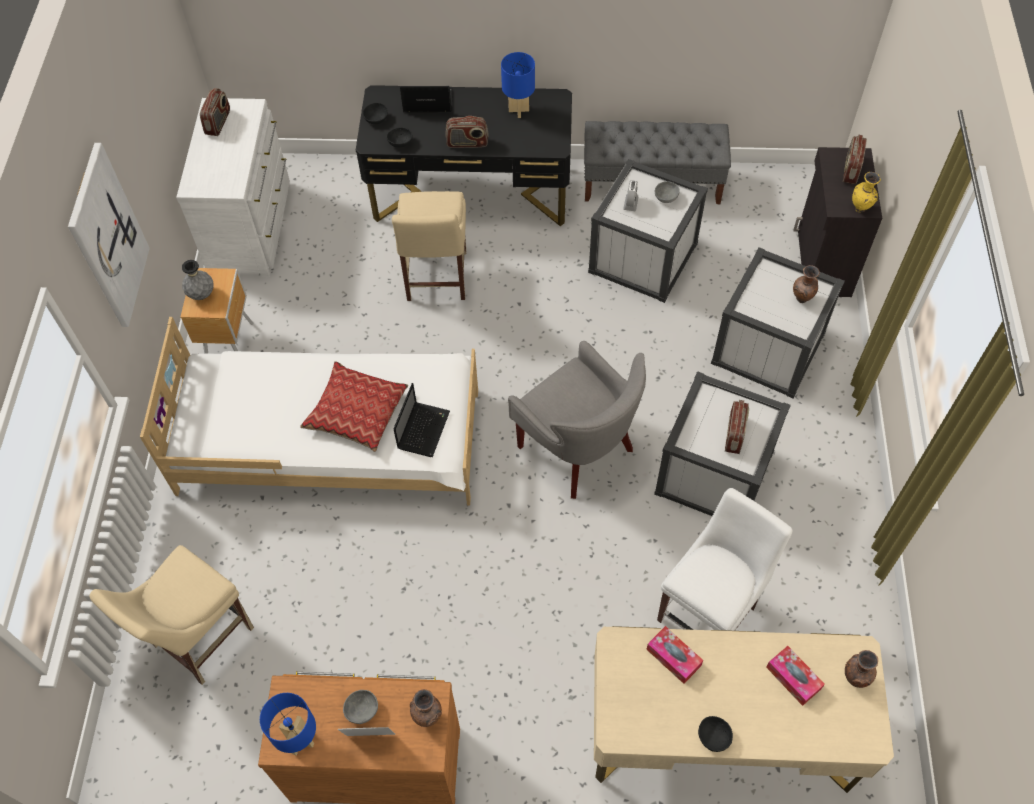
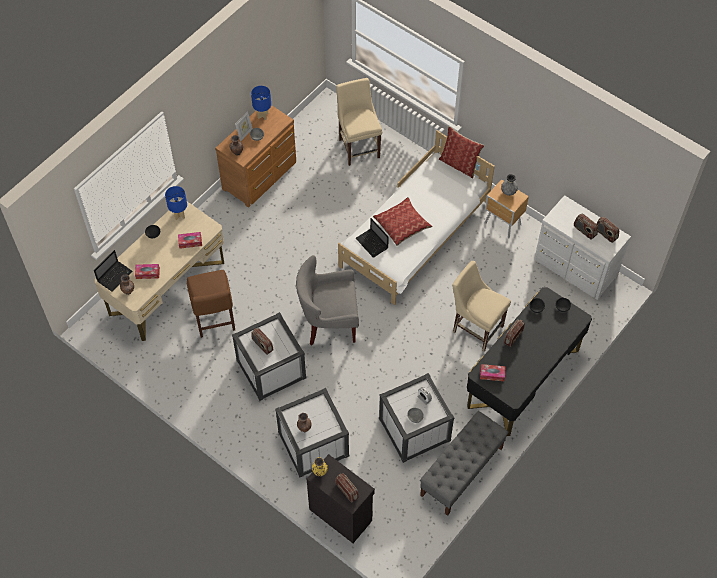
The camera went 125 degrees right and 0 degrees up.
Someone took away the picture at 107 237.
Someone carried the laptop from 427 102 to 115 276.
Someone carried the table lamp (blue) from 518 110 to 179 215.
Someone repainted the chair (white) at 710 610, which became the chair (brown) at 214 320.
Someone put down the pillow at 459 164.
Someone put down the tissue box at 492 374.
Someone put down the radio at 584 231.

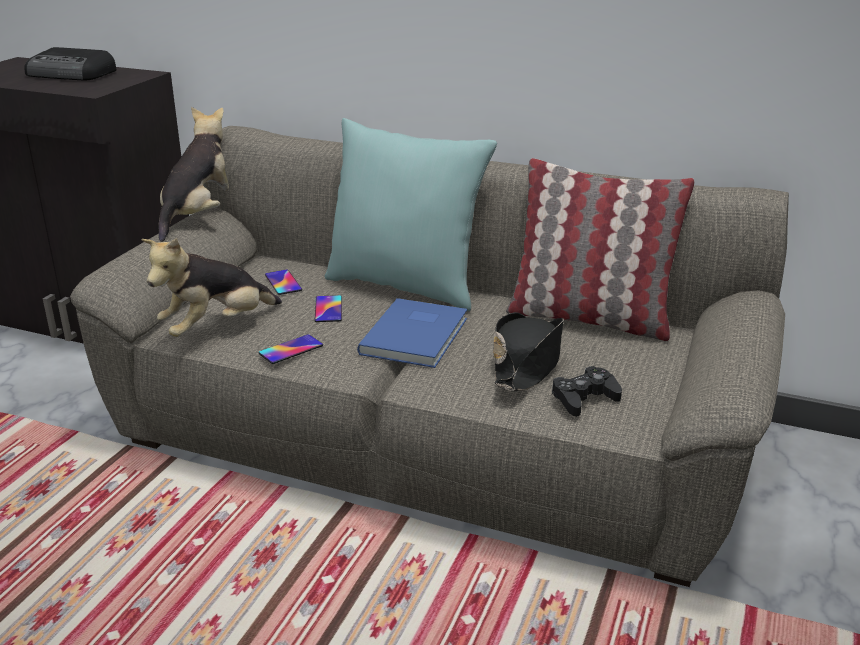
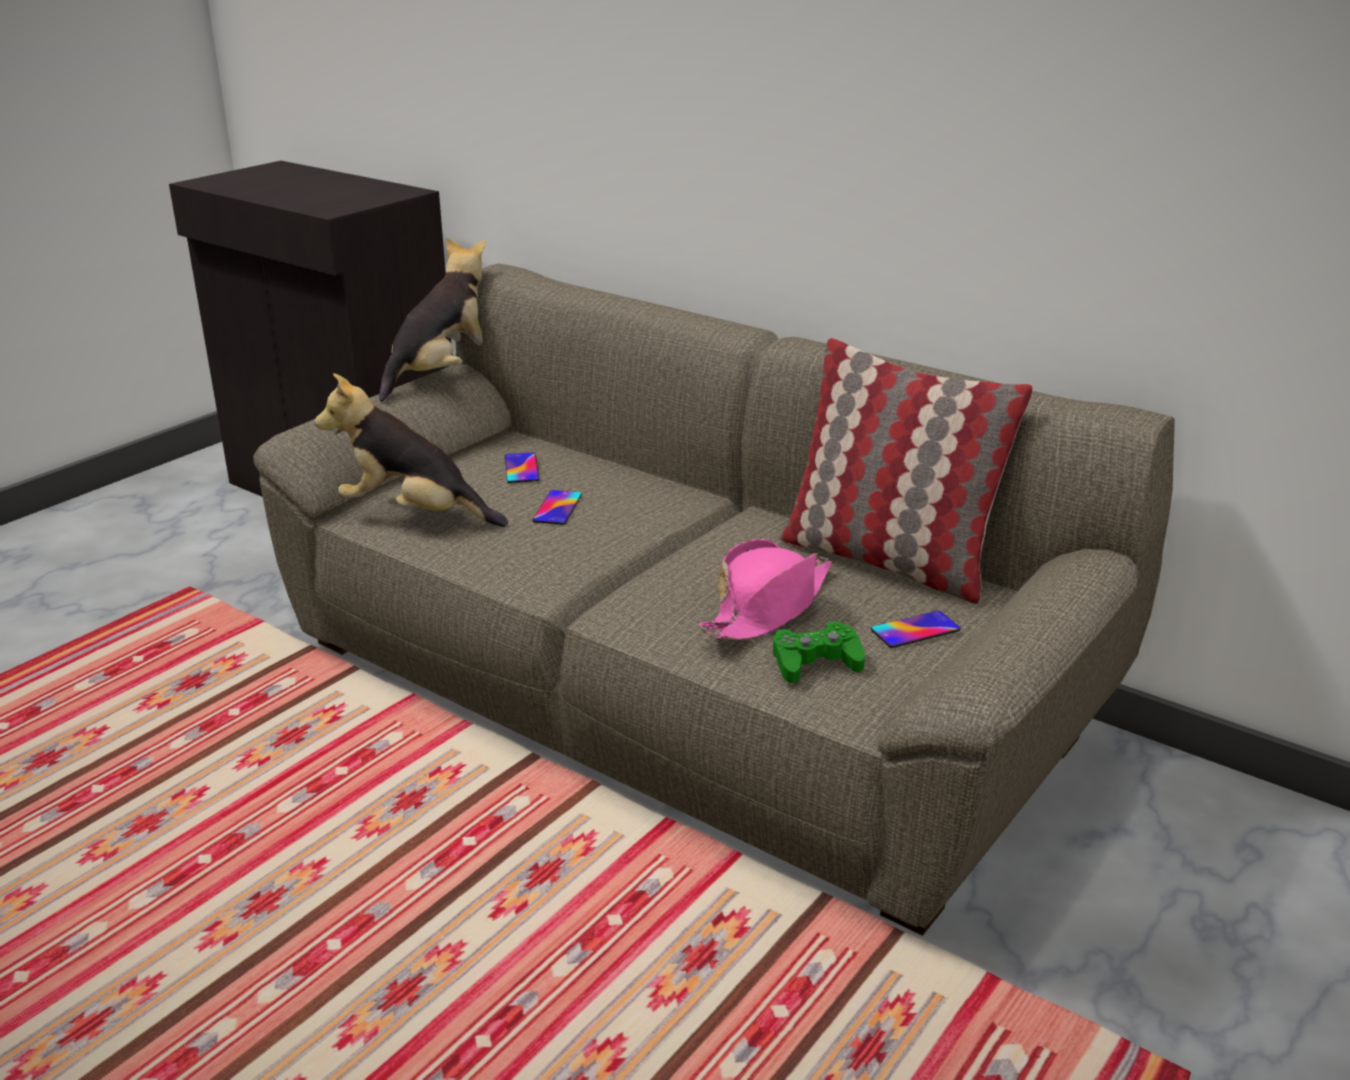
The camera went 15 degrees right and 0 degrees up.
Someone took away the radio at 72 74.
Someone rotated the plush toy at 216 327 by 45 degrees clockwise.
Someone carried the phone from 291 349 to 915 630.
Someone took away the pillow (turquoise) at 406 286.
Someone took away the book (blue) at 418 335.
Someone repainted the hat (black) at 527 363, which became the hat (pink) at 768 607.
Someone repainted the game controller (black) at 584 398, which became the game controller (green) at 815 662.

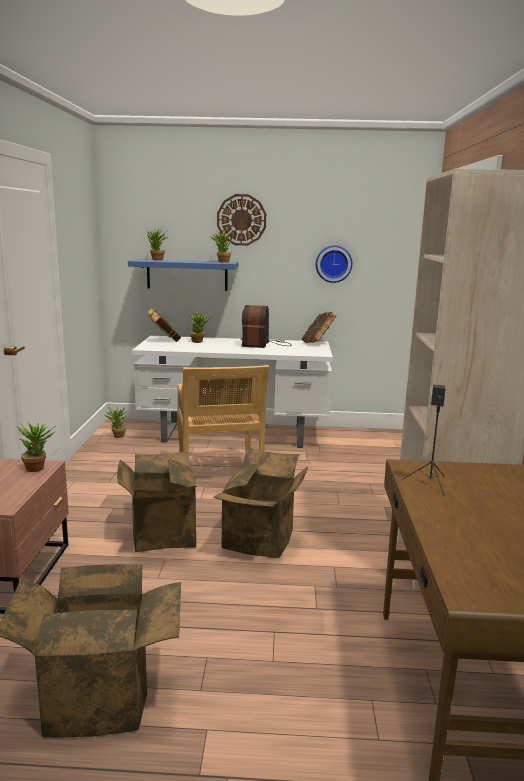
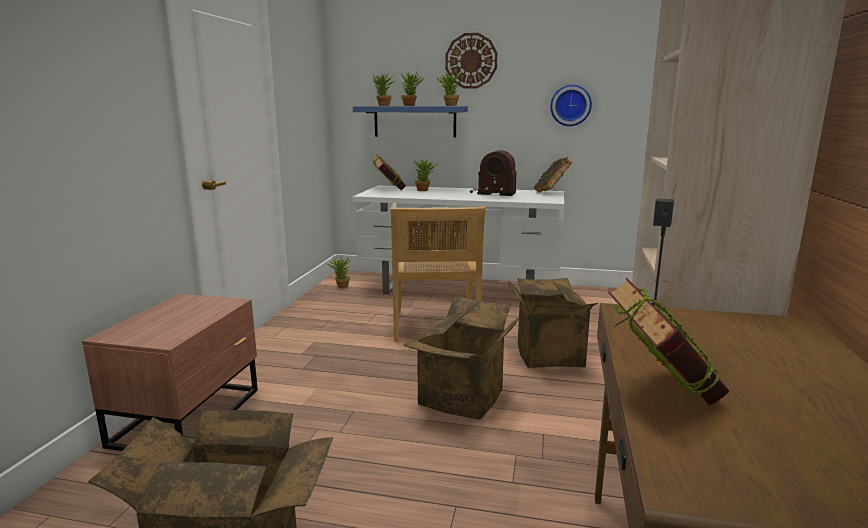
The camera went 10 degrees right and 0 degrees up.
Someone carried the potted plant from 38 468 to 411 105.
Someone carried the cardboard box from 160 534 to 546 354.
Someone rotated the radio at 264 344 by 90 degrees counterclockwise.
Someone put down the book at 660 395.

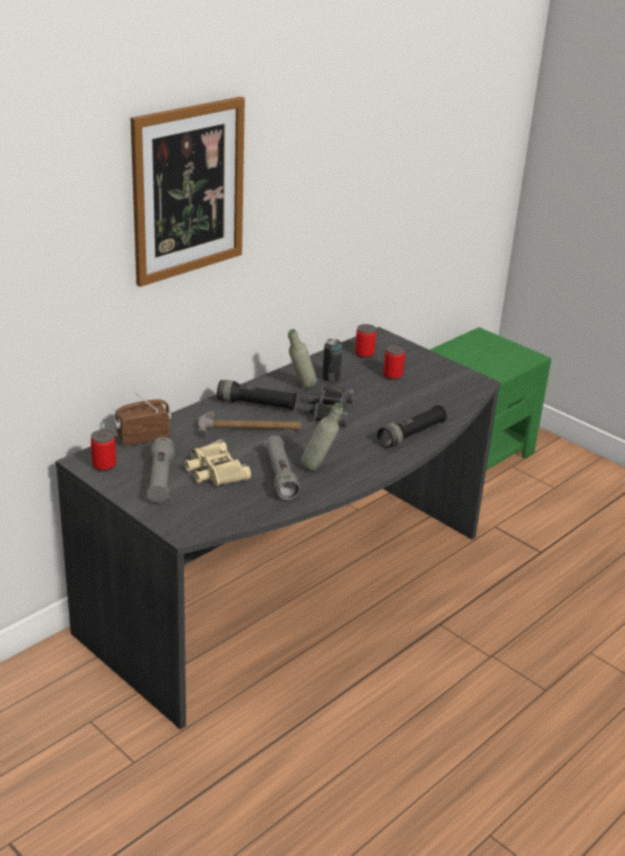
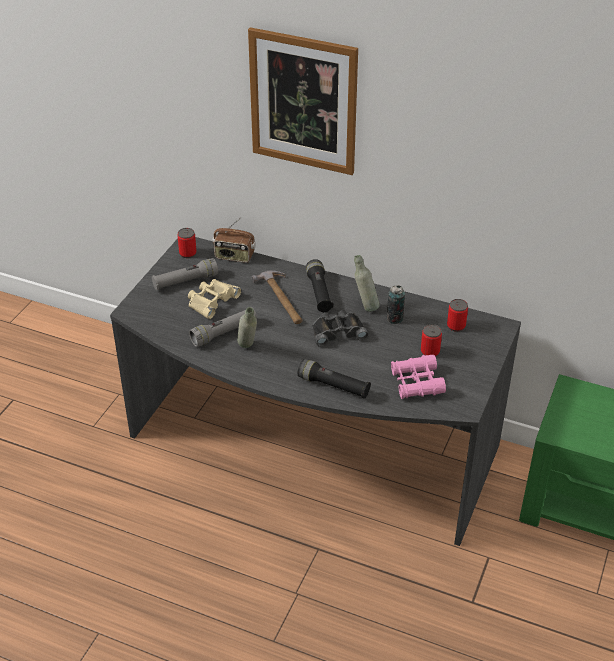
The camera went 70 degrees right and 10 degrees up.
Someone rotated the radio at 142 437 by 150 degrees clockwise.
Someone put down the binoculars (pink) at 416 383.

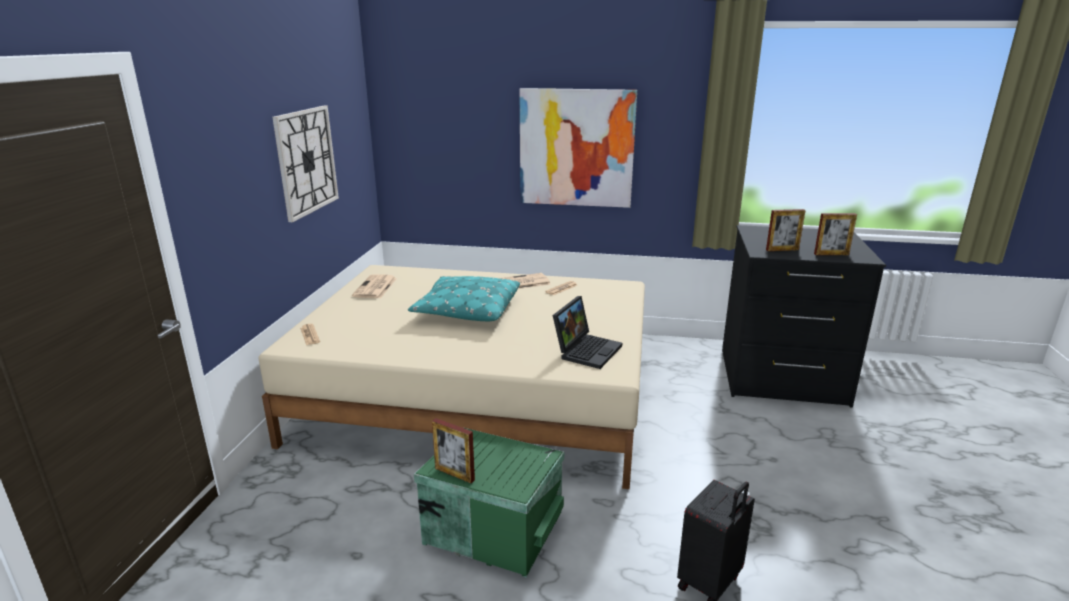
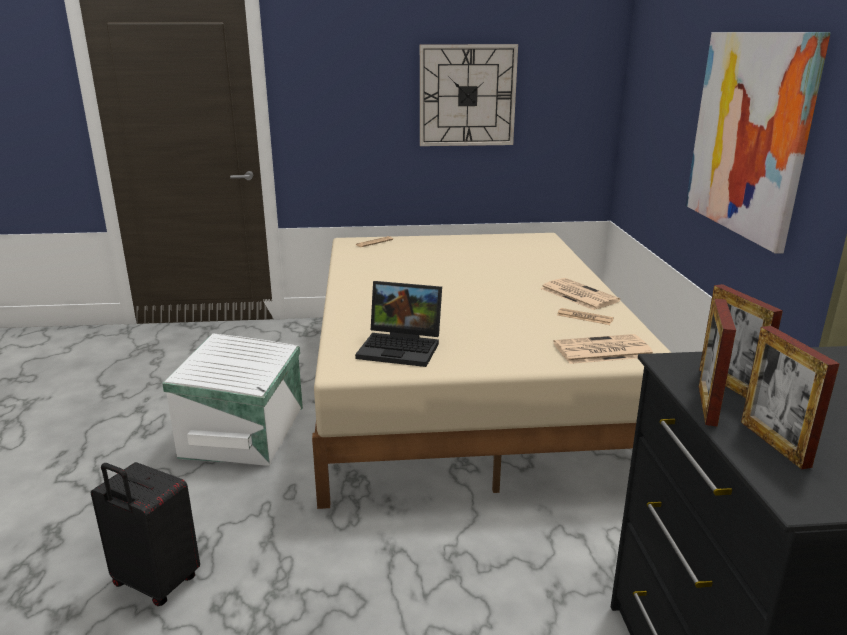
The camera went 75 degrees right and 0 degrees up.
Someone carried the newspaper from 375 288 to 601 350.
Someone took away the pillow (turquoise) at 467 310.
Someone repainted the storage box (green) at 493 526, which became the storage box (white) at 246 431.
Someone carried the picture frame from 454 474 to 707 405.

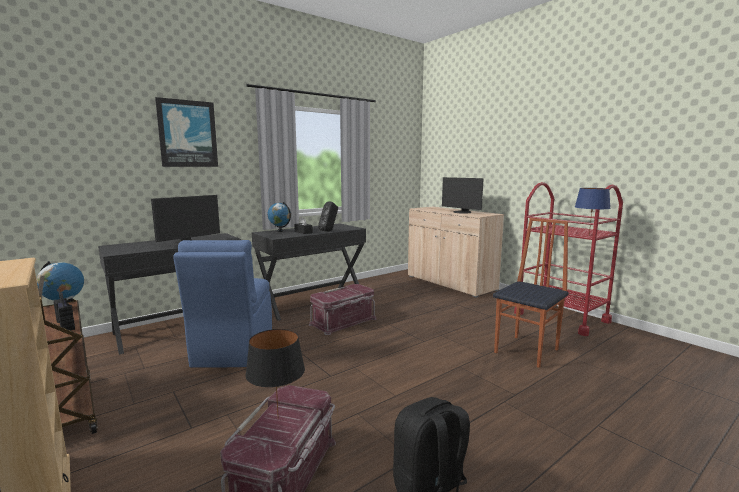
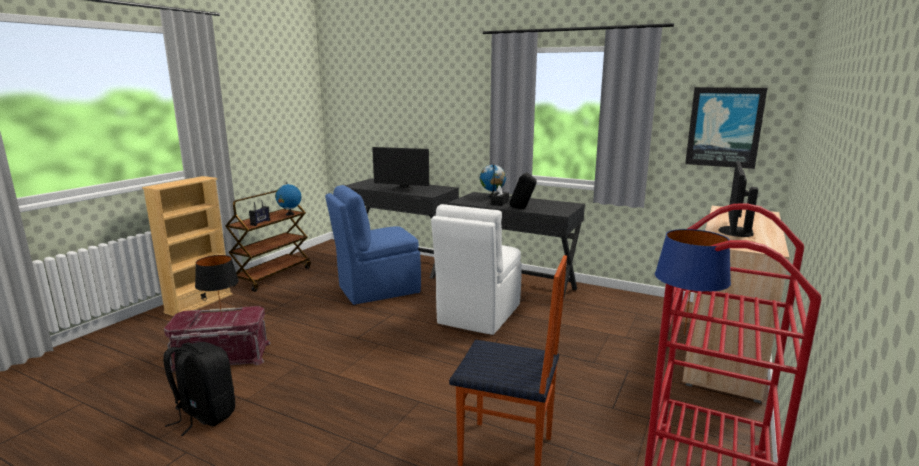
The camera went 65 degrees right and 5 degrees up.
Someone carried the picture from 187 134 to 724 127.
Someone swapped the storage box (red) at 343 322 for the chair (white) at 478 315.

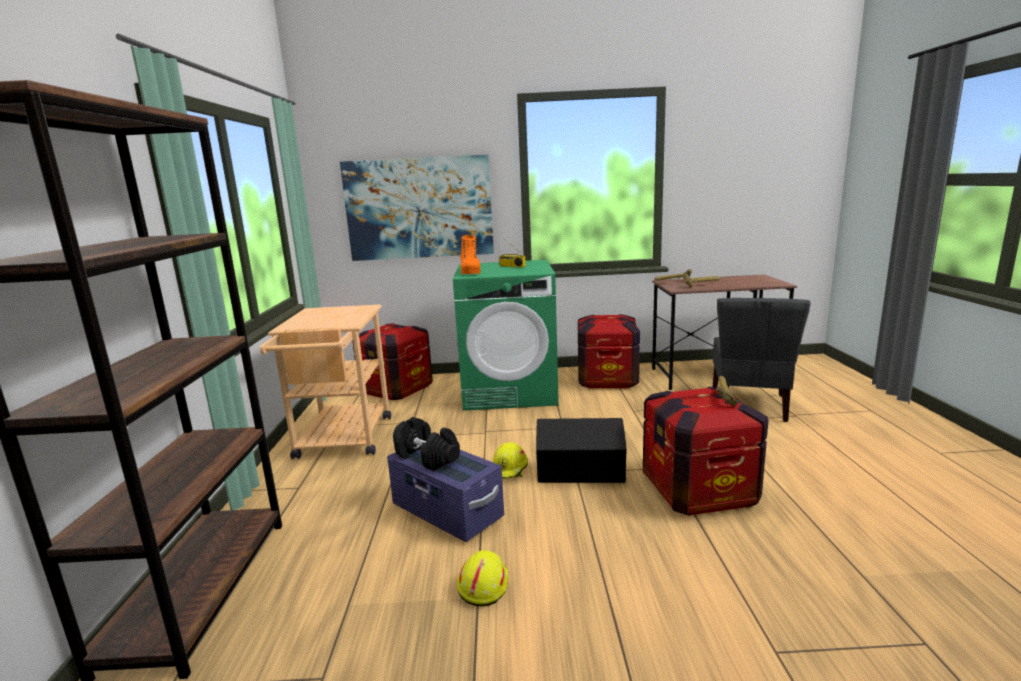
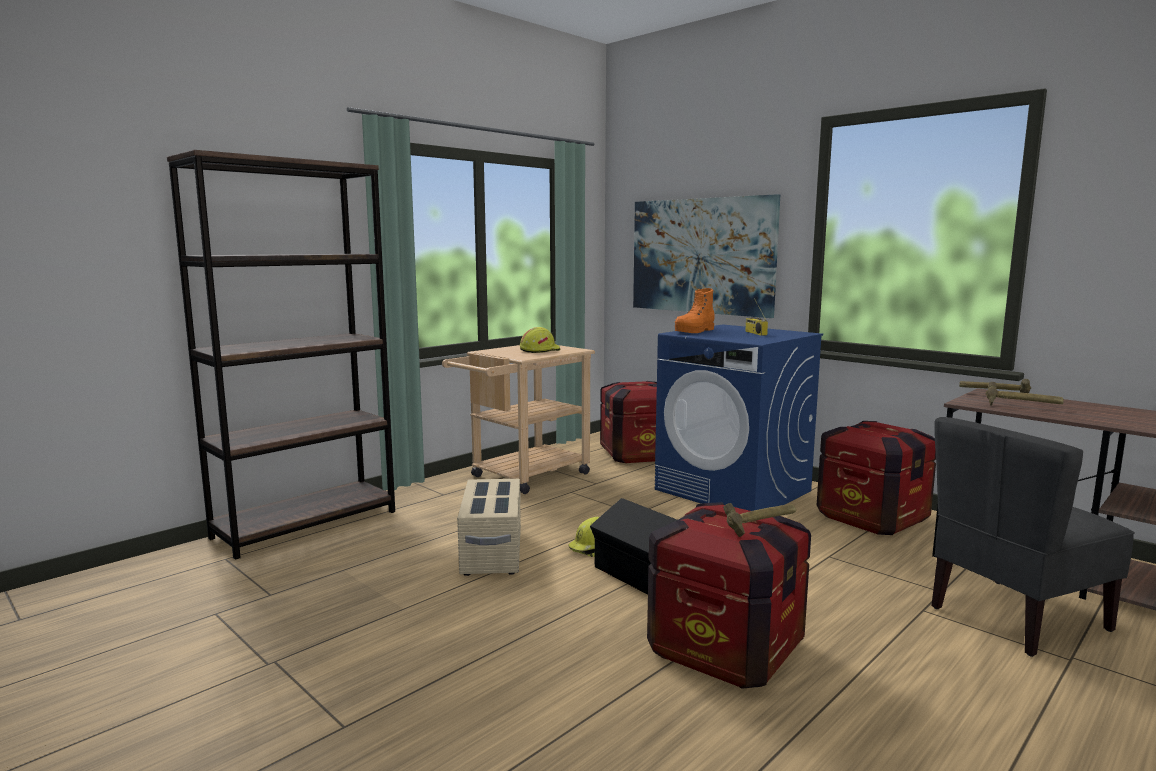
The camera went 45 degrees right and 5 degrees down.
Someone repainted the storage box (purple) at 447 512, which became the storage box (beige) at 491 552.
Someone took away the dumbbell (black) at 427 457.
Someone repainted the washing machine (green) at 510 391, which became the washing machine (blue) at 733 490.
Someone carried the hard hat (yellow) from 482 585 to 539 350.

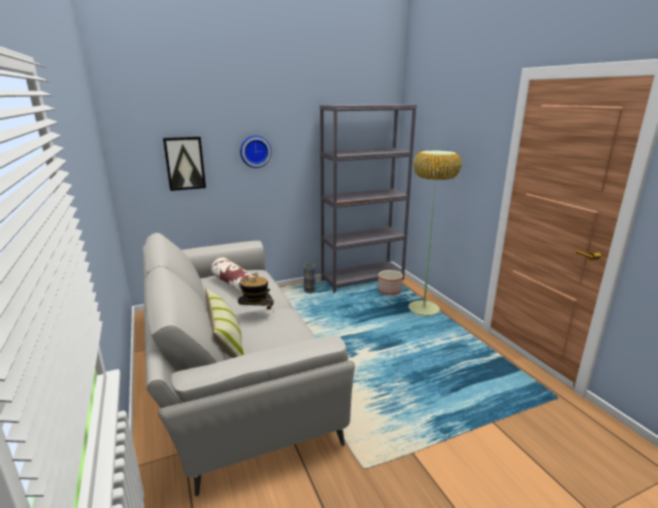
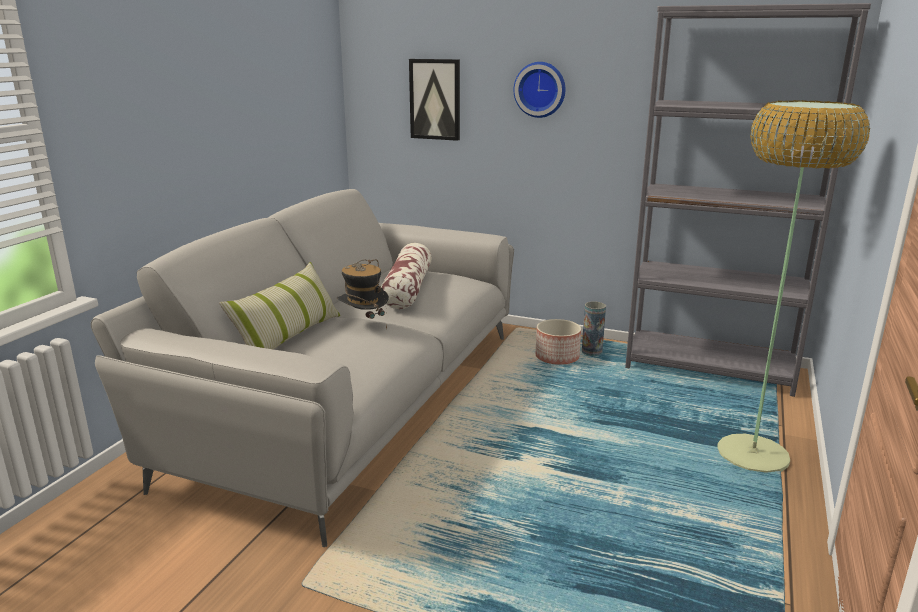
The camera went 45 degrees right and 0 degrees up.
Someone carried the planter from 389 291 to 557 358.

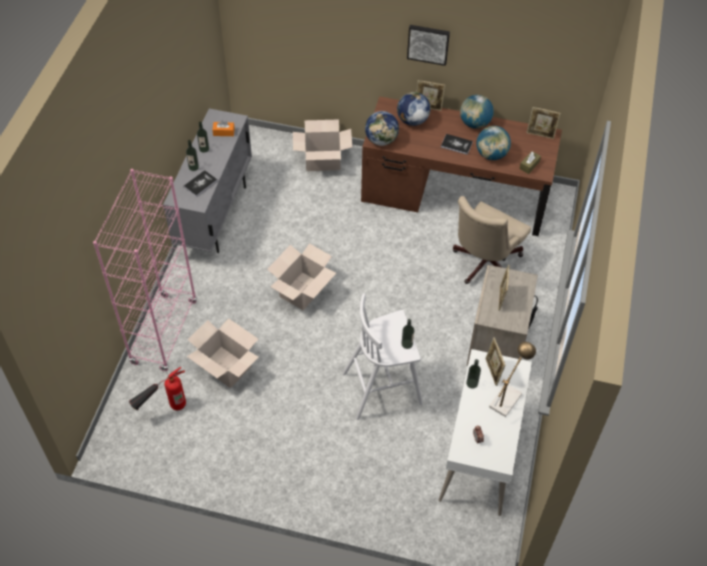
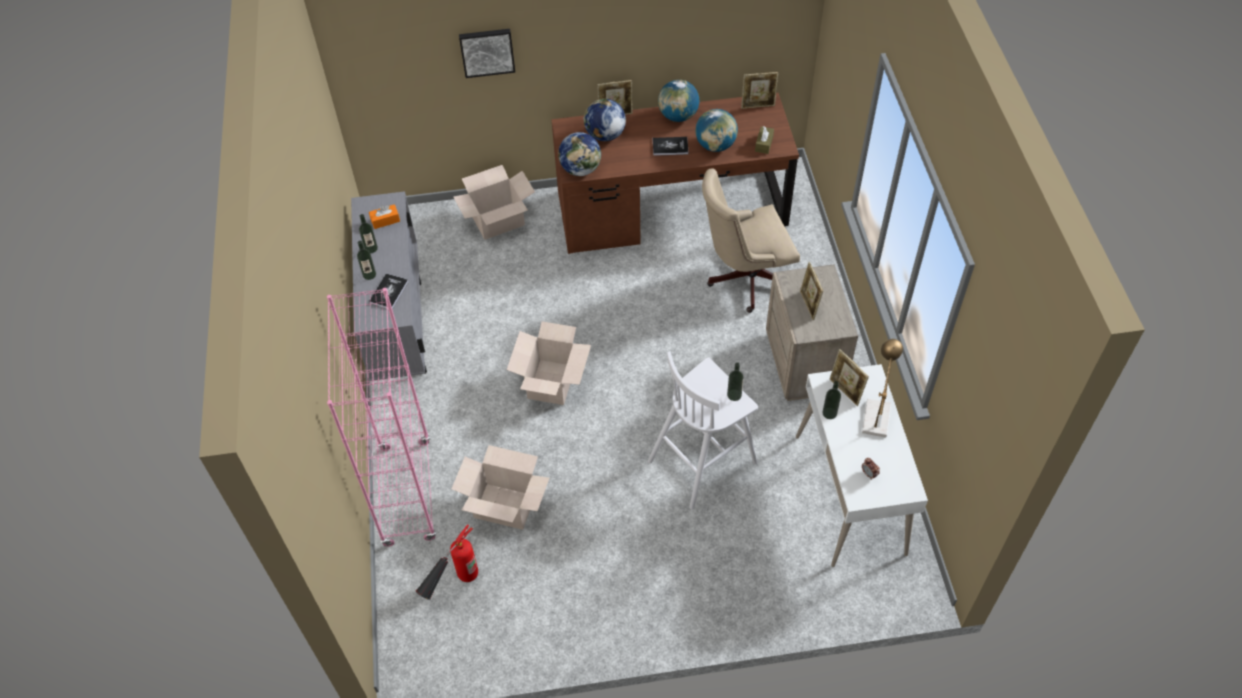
The camera went 20 degrees left and 0 degrees up.
Someone carried the picture from 428 43 to 487 51.
Someone rotated the office chair (beige) at 483 265 by 60 degrees clockwise.

